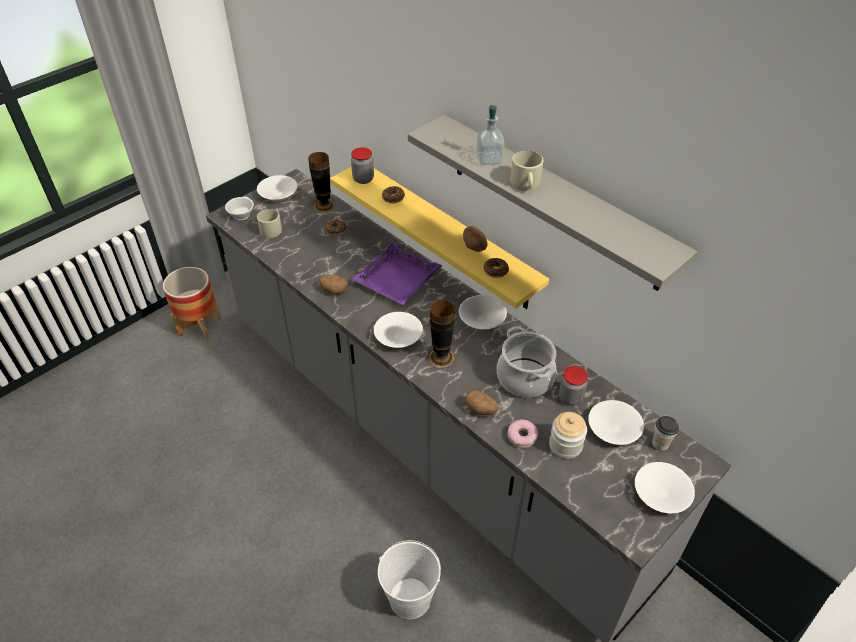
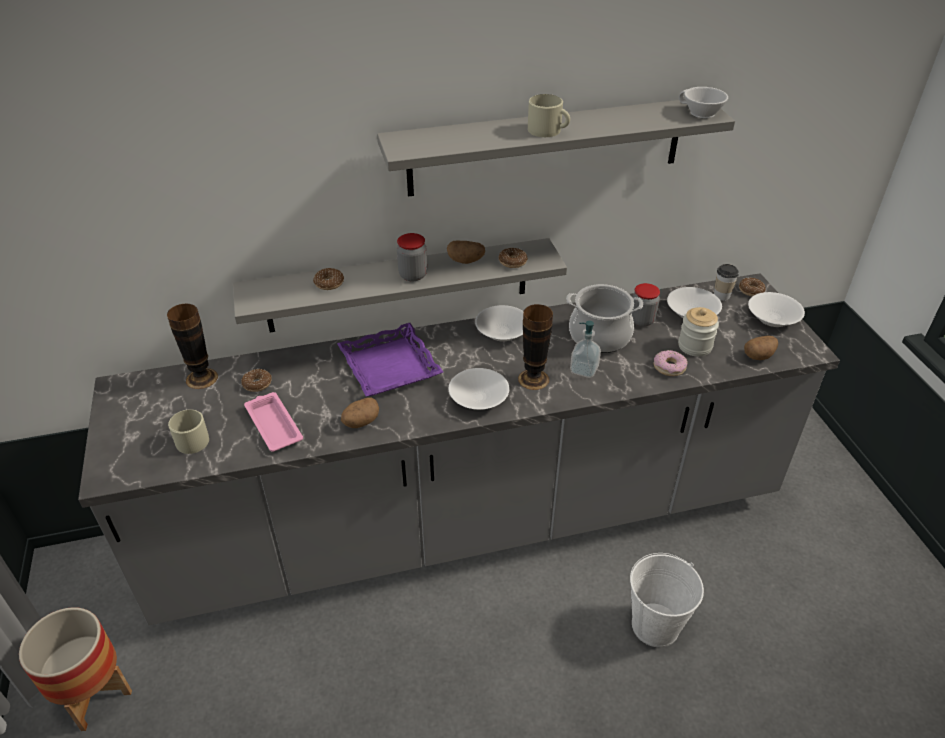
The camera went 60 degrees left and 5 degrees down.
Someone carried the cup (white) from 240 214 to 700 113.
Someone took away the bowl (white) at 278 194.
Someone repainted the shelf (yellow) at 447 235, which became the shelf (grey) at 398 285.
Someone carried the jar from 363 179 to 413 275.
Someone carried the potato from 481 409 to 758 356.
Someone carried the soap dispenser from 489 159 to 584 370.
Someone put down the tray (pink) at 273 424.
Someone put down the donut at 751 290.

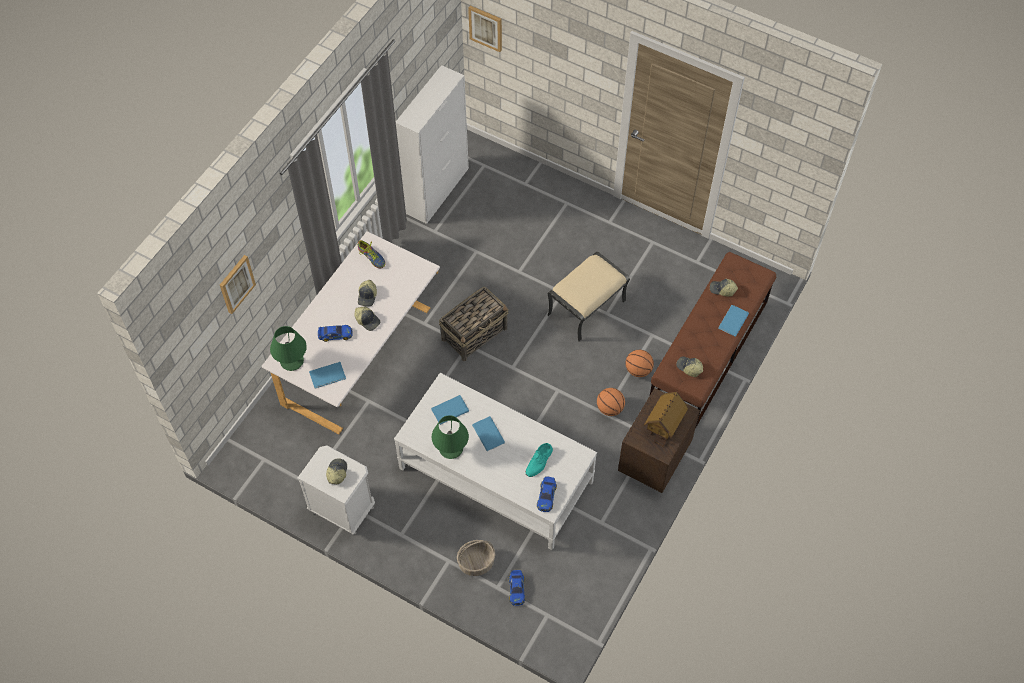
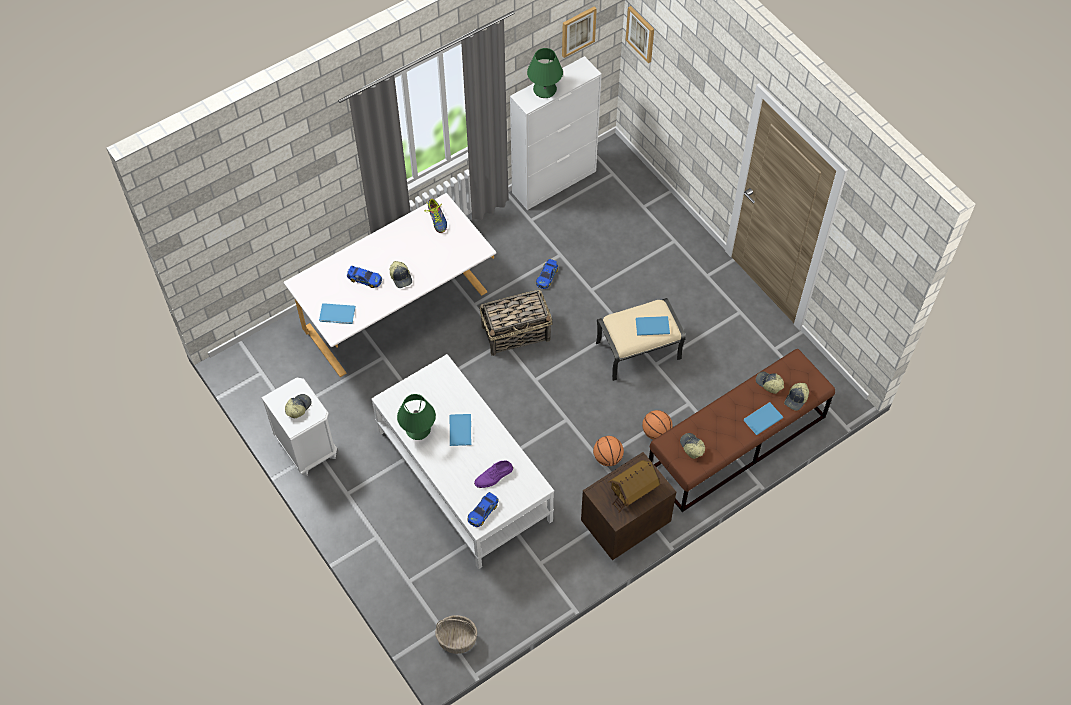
The camera went 25 degrees right and 0 degrees up.
Someone carried the picture from 236 284 to 578 31.
Someone carried the table lamp (green) from 291 361 to 544 89.
Someone carried the cap from 367 296 to 796 399.
Someone carried the book (blue) from 448 410 to 651 325.
Someone carried the basket from 476 563 to 456 639.
Someone carried the toy car from 516 589 to 547 276.
Someone repainted the shoe (turquoise) at 539 461, which became the shoe (purple) at 494 476.

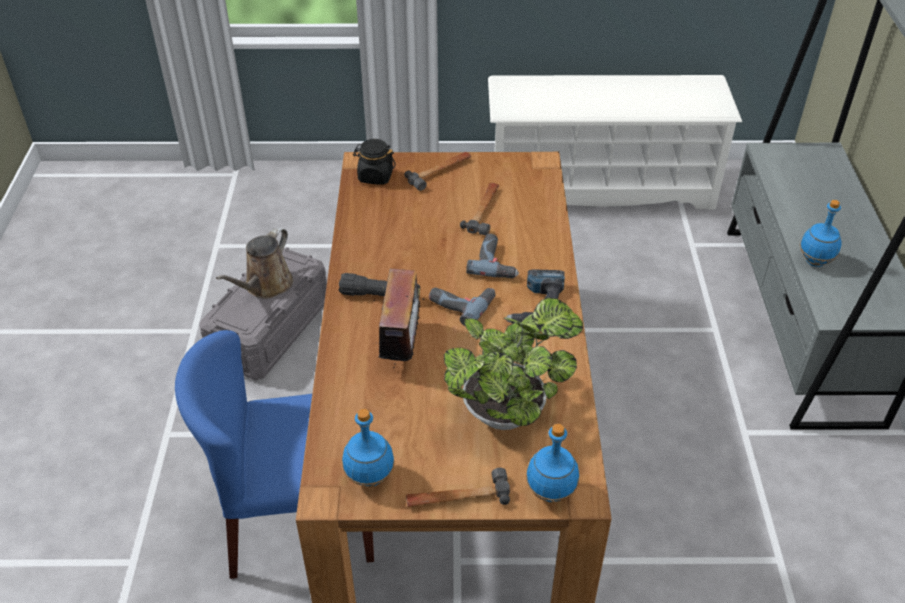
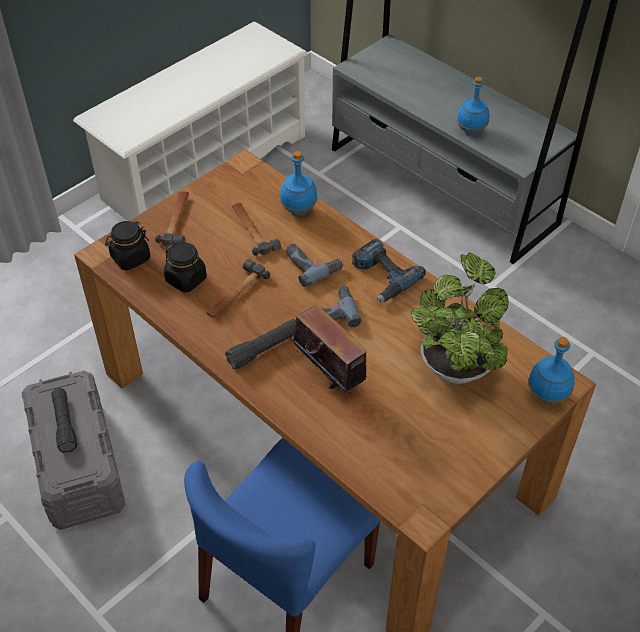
The camera went 45 degrees left and 5 degrees up.
Someone swapped the watering can (brown) at 266 286 for the flashlight (black) at 64 424.
Someone carried the bottle (blue) from 369 477 to 298 211.
Someone carried the hammer from 458 496 to 236 294.
Someone put down the jar (black) at 186 279.

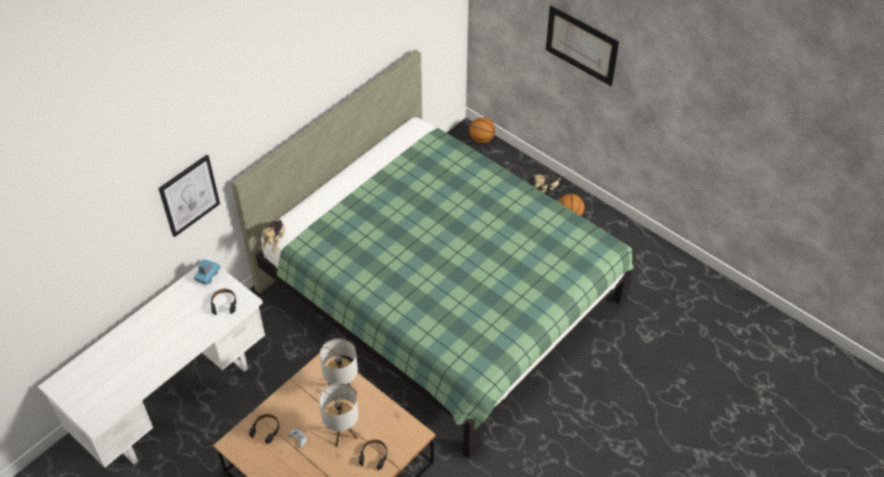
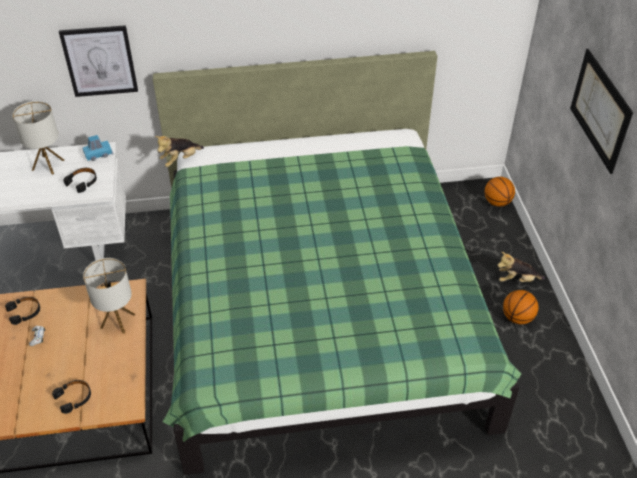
The camera went 40 degrees right and 5 degrees down.
Someone carried the table lamp from 342 433 to 48 165.

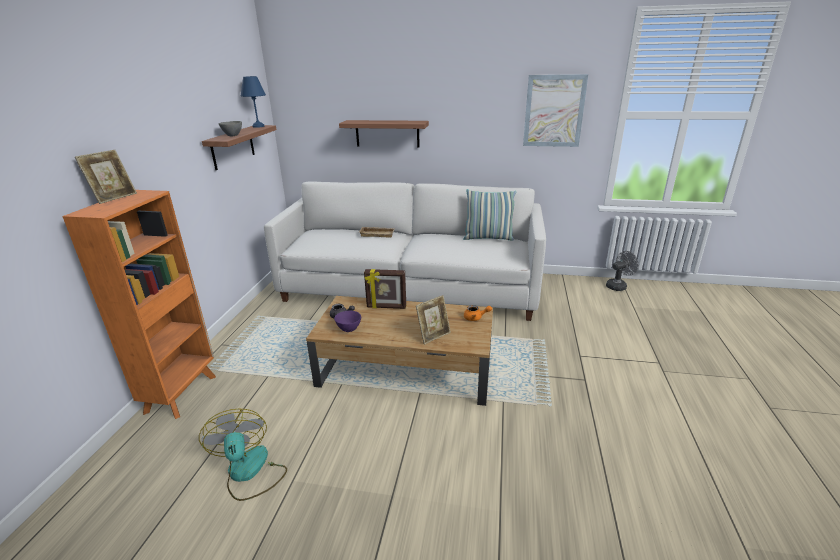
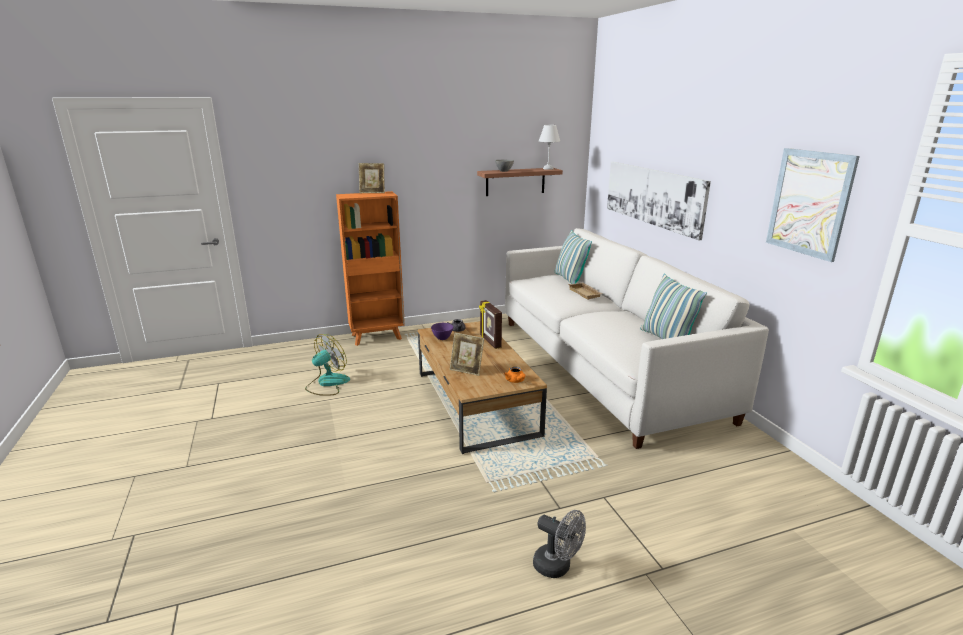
The camera went 60 degrees right and 5 degrees down.
Someone repainted the table lamp (blue) at 257 126, which became the table lamp (white) at 547 168.
Someone swapped the shelf at 387 133 for the picture at 653 196.
Someone carried the fan (grey) from 618 286 to 557 567.
Someone put down the pillow at 569 279.

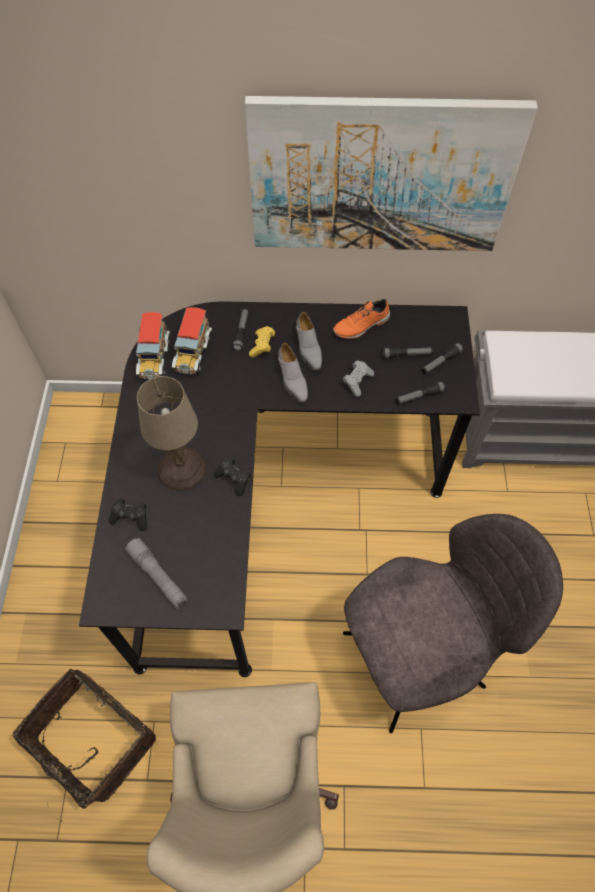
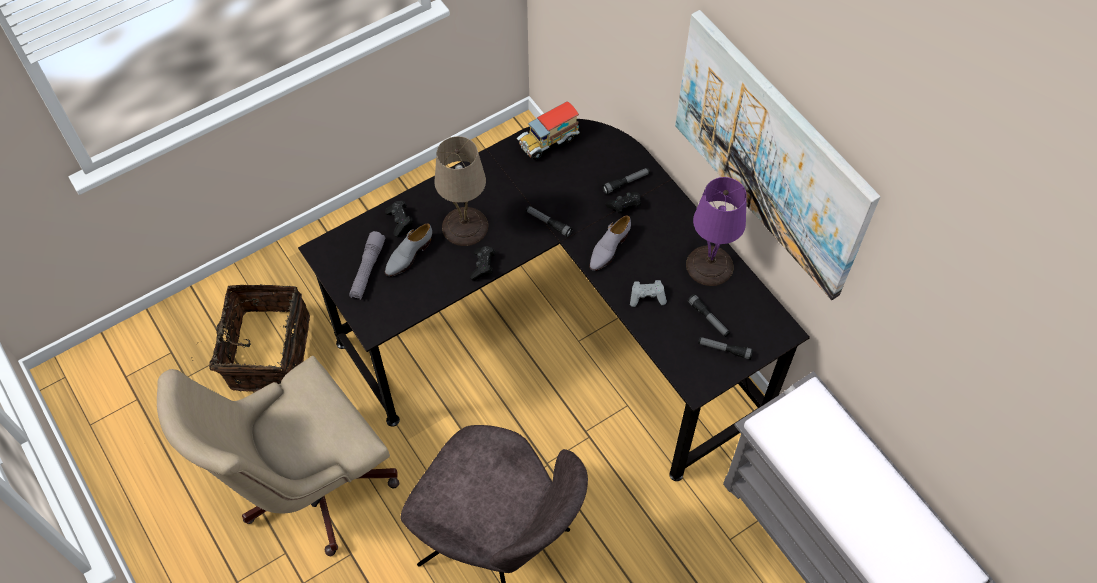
The camera went 55 degrees right and 0 degrees up.
Someone took away the toy truck at 192 354.
Someone repainted the game controller (yellow) at 262 346, which became the game controller (black) at 624 206.
Someone carried the shoe (grey) from 308 349 to 408 255.
Someone swapped the shoe (orange) at 361 326 for the table lamp (purple) at 710 266.
Someone carried the flashlight from 419 396 to 548 223.

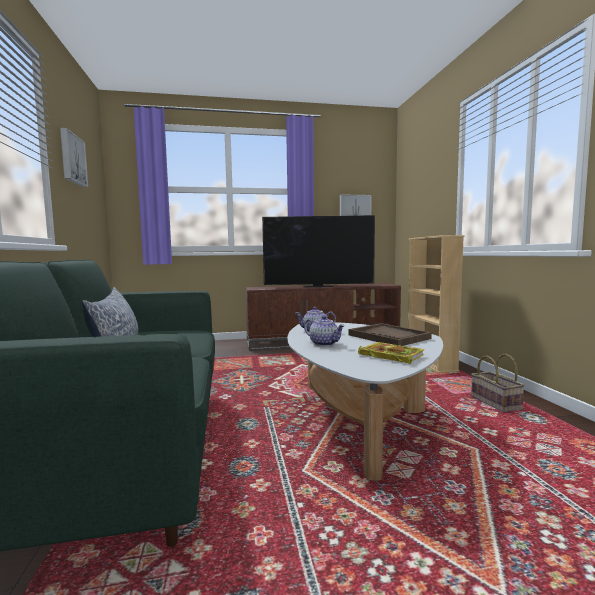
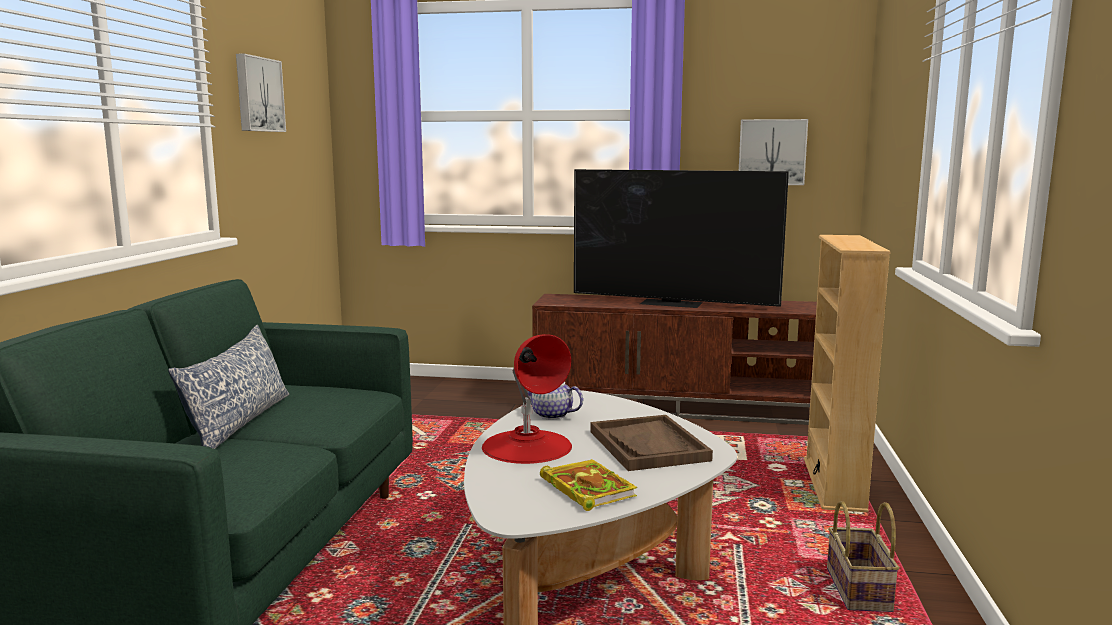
The camera went 20 degrees right and 5 degrees up.
Someone swapped the teapot at 324 343 for the table lamp (red) at 527 446.

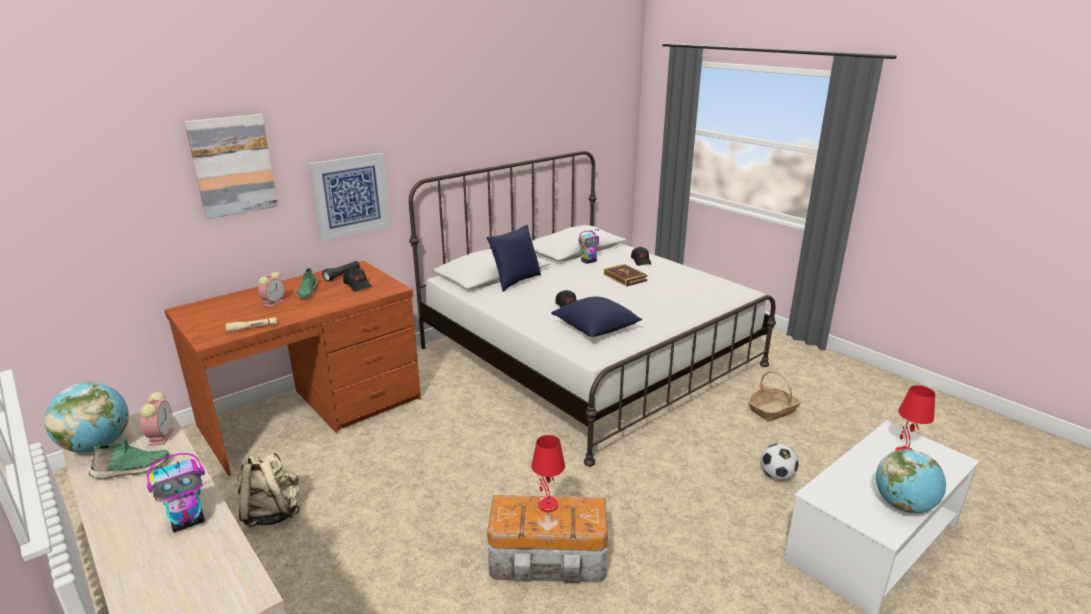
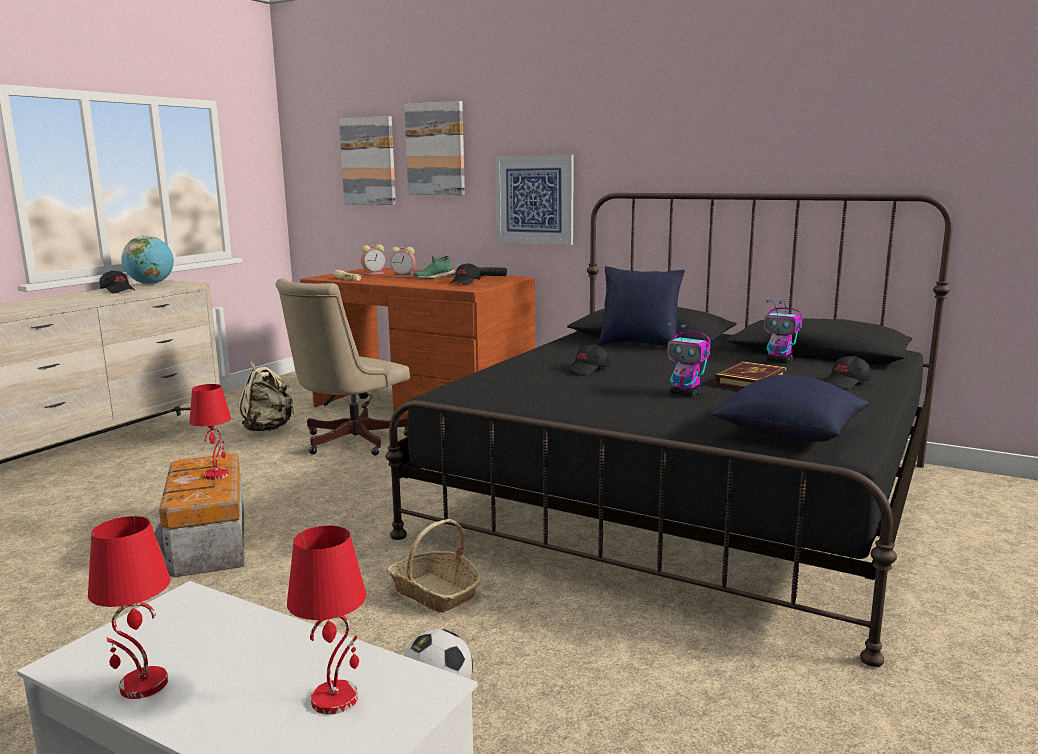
The camera went 70 degrees right and 10 degrees down.
Someone swapped the shoe (green) at 131 470 for the cap (black) at 118 291.
Someone carried the alarm clock from 161 436 to 374 273.
Someone carried the toy robot from 189 521 to 686 394.
Someone repainted the bed (white) at 589 356, which became the bed (black) at 684 498.
Someone carried the pillow (blue) from 596 329 to 788 433.
Someone carried the basket from 772 410 to 435 592.
Someone swapped the globe at 903 505 for the table lamp (red) at 142 685.
Someone put down the office chair (beige) at 348 442.
Someone put up the picture at 368 161.

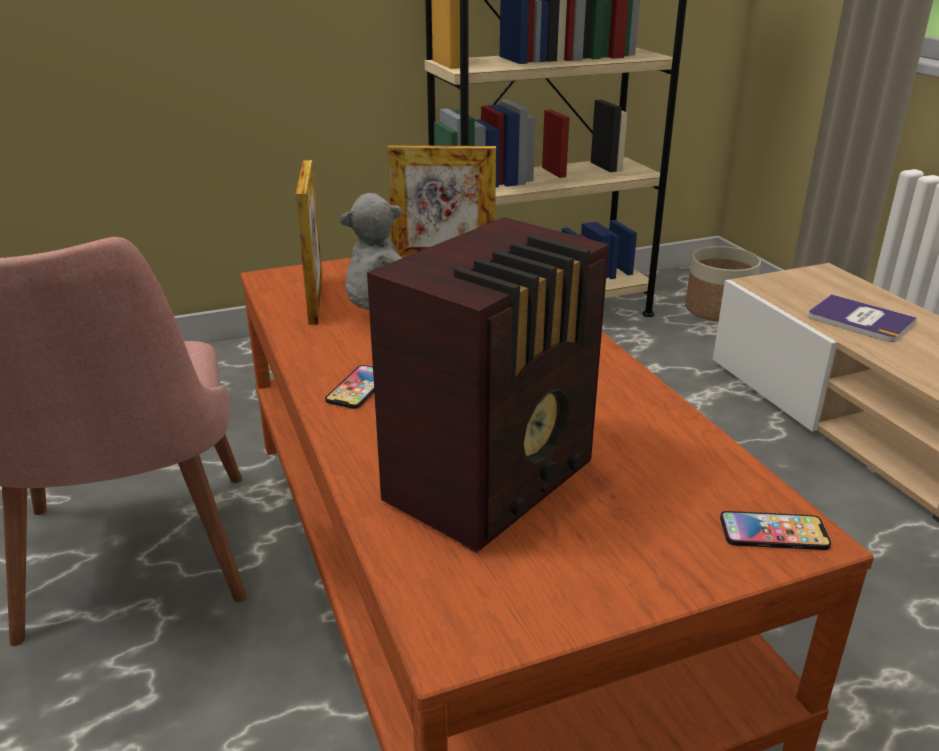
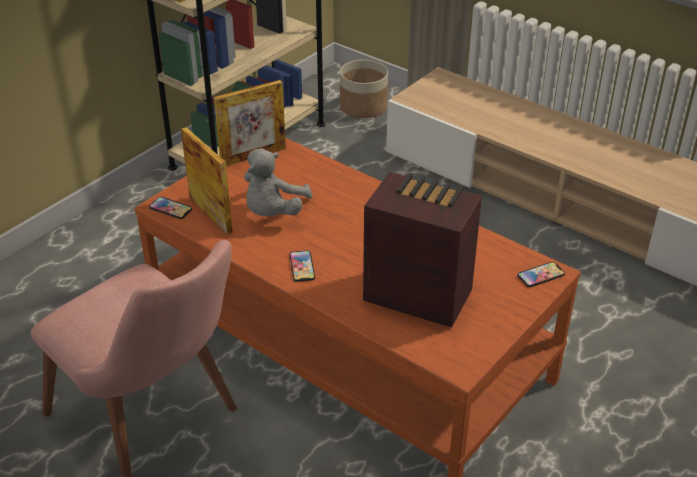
The camera went 30 degrees left and 10 degrees up.
Someone rotated the radio at 496 482 by 75 degrees counterclockwise.
Someone took away the book at 860 320.
Someone put down the phone at 170 208.

